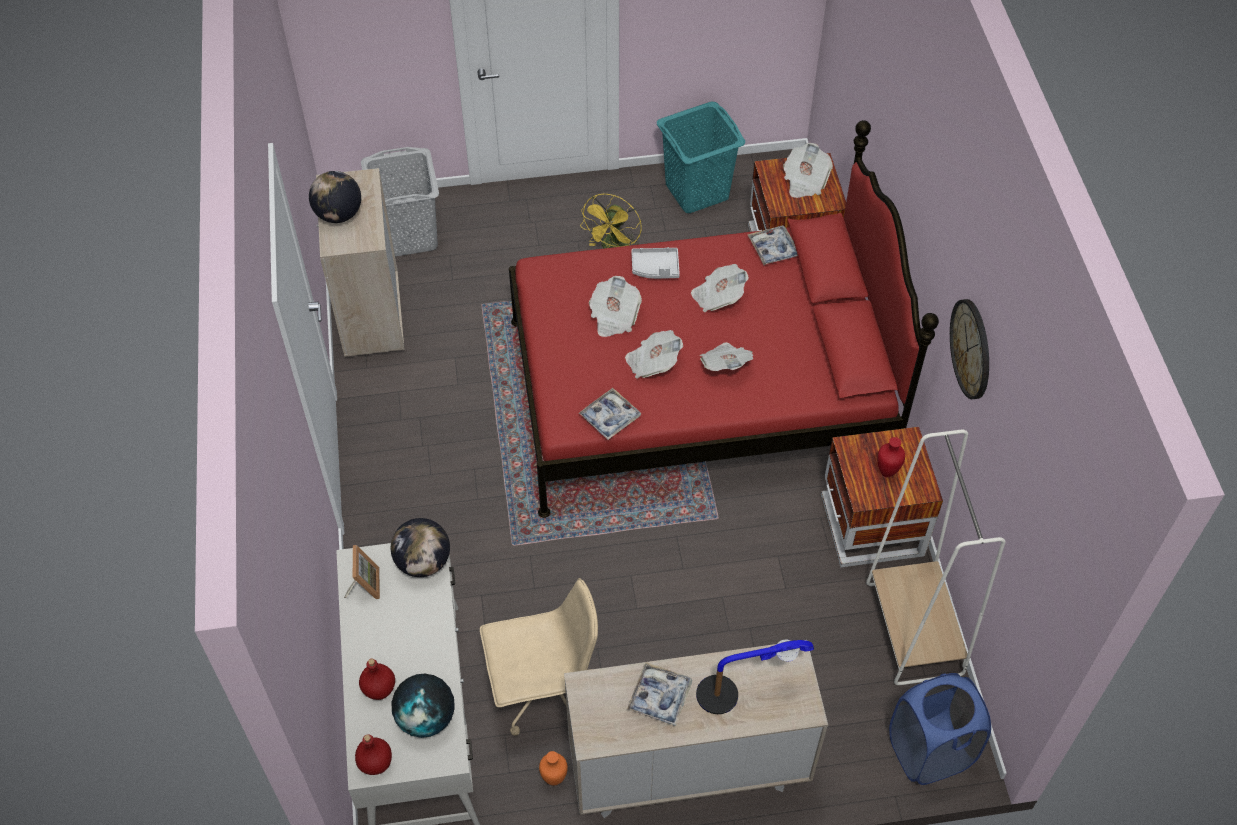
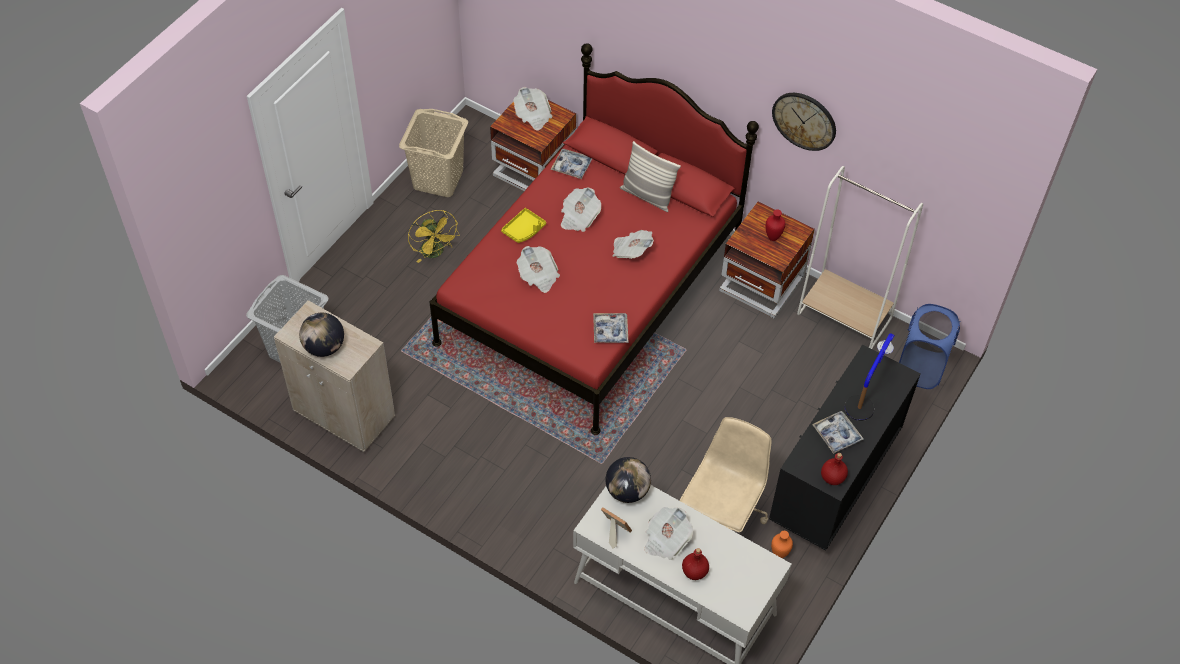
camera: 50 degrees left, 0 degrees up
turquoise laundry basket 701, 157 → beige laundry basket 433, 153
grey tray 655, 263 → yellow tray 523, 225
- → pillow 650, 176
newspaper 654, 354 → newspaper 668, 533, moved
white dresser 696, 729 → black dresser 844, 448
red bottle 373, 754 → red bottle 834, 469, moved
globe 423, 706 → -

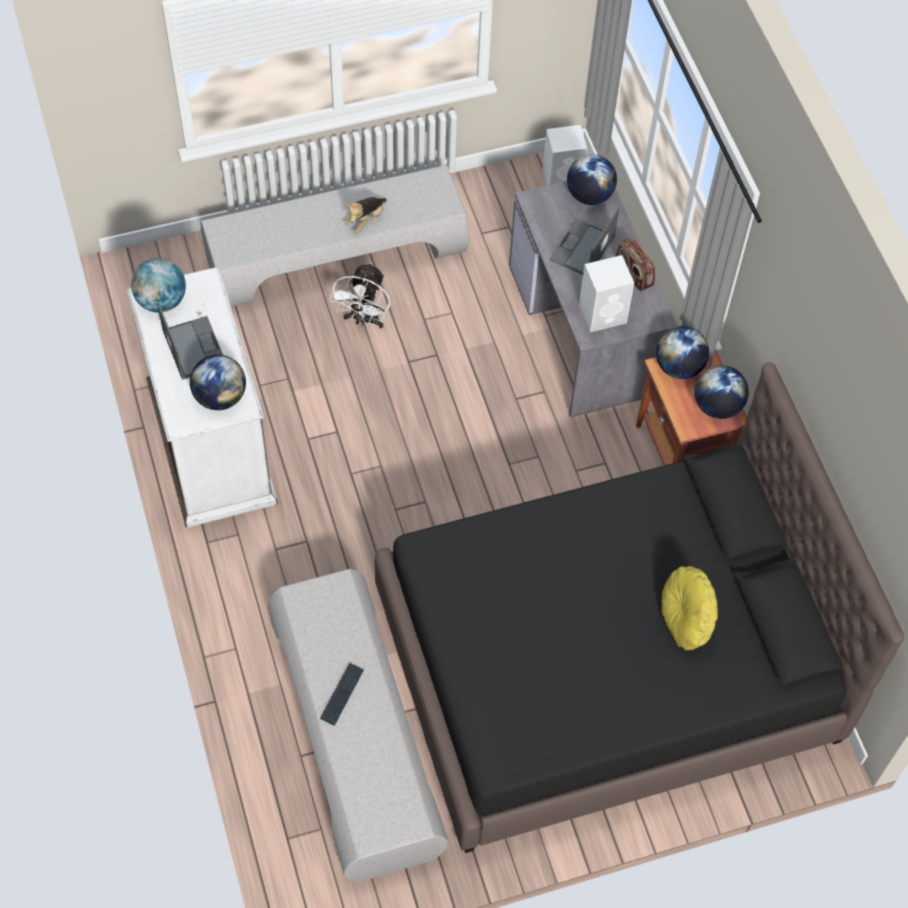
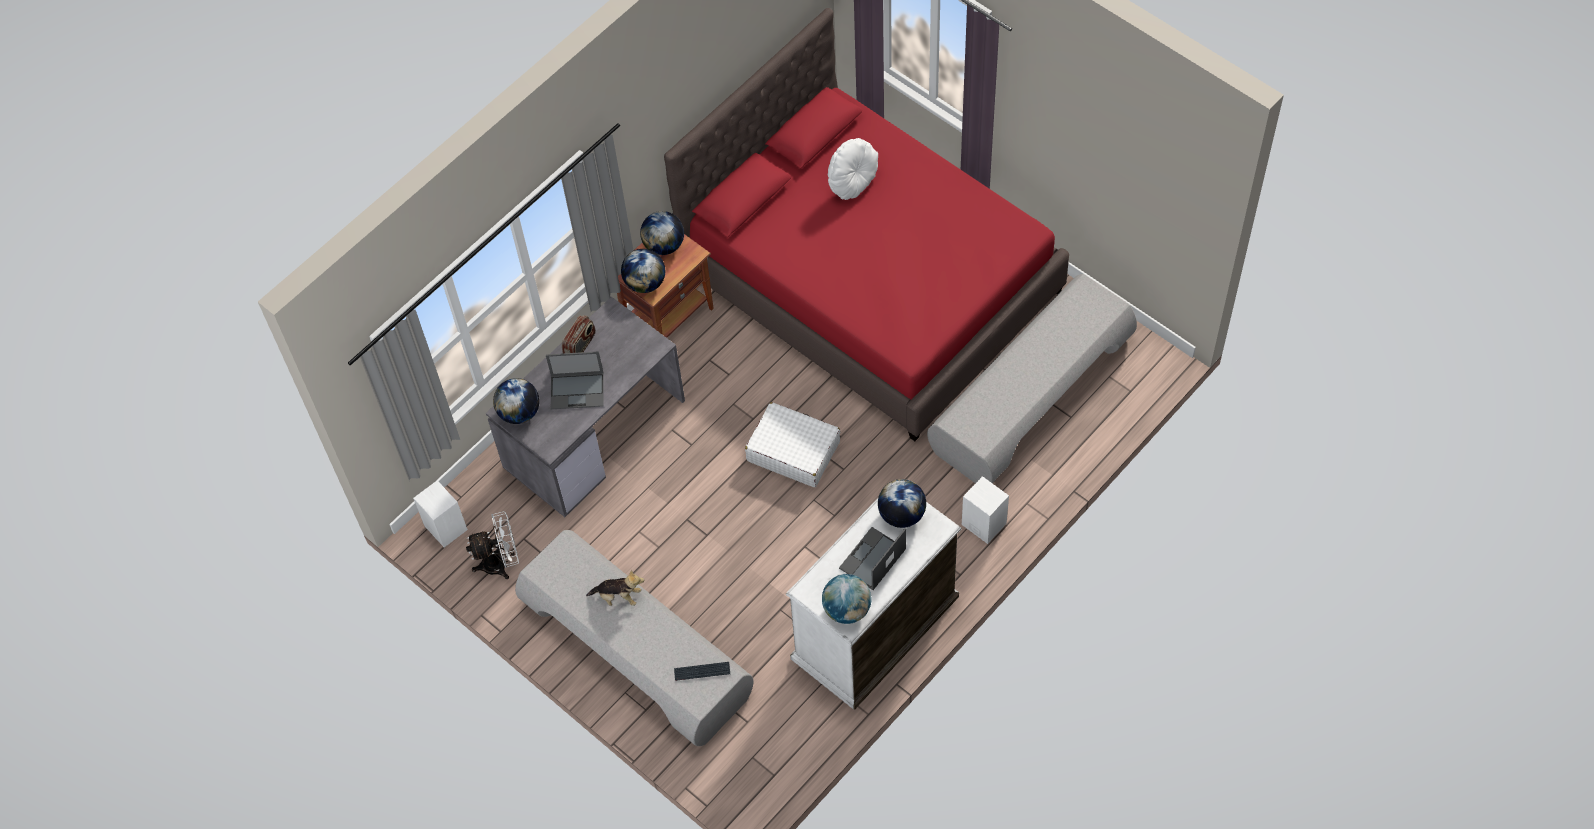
camera: 115 degrees left, 0 degrees up
white fan 360, 295 → white fan 492, 545, moved
black bed 639, 607 → red bed 866, 224
keyboard 342, 694 → keyboard 702, 671, moved
- → white suitcase 792, 444
yellow pillow 689, 608 → white pillow 853, 169
white speaker 606, 293 → white speaker 985, 510, moved

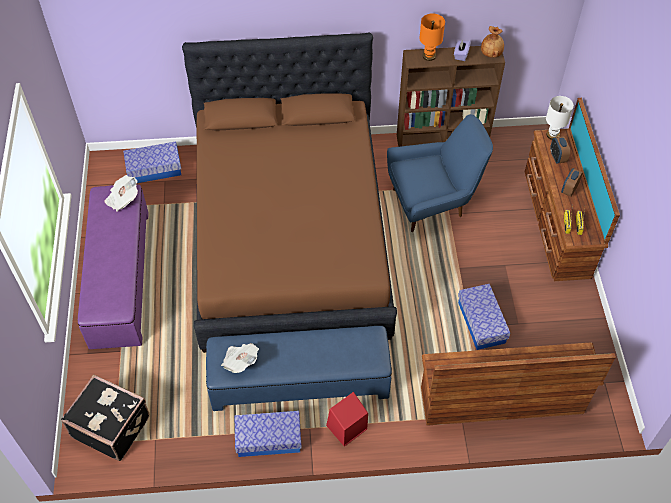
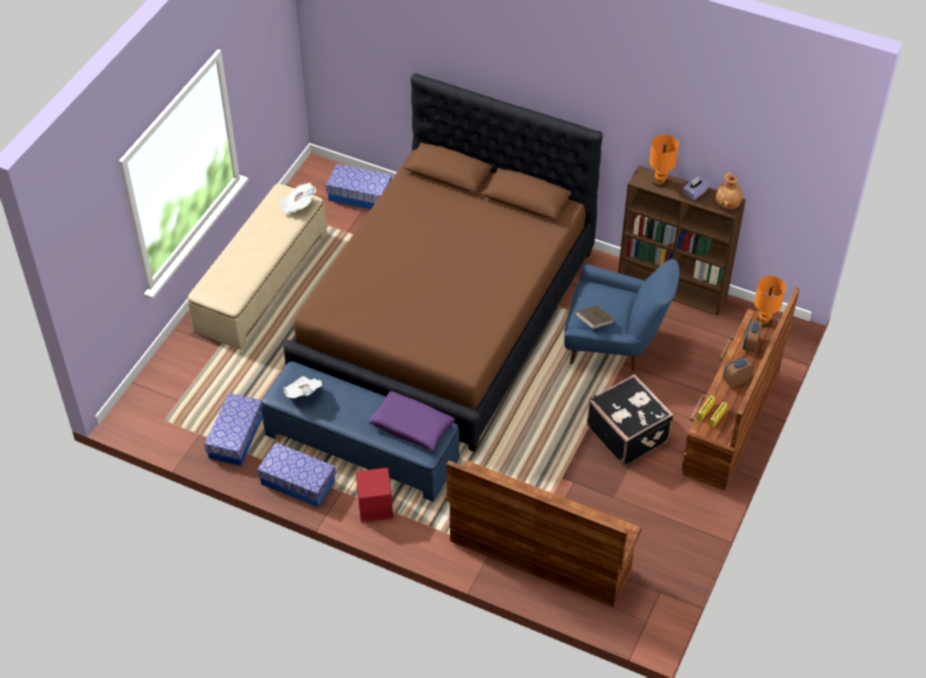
camera: 30 degrees right, 5 degrees down
purple bench 113, 266 → beige bench 257, 267
storage box 484, 317 → storage box 233, 429, moved
- → purple pillow 411, 421
- → brown book 594, 317
black suitcase 105, 417 → black suitcase 630, 420, moved
white table lamp 560, 118 → orange table lamp 770, 301

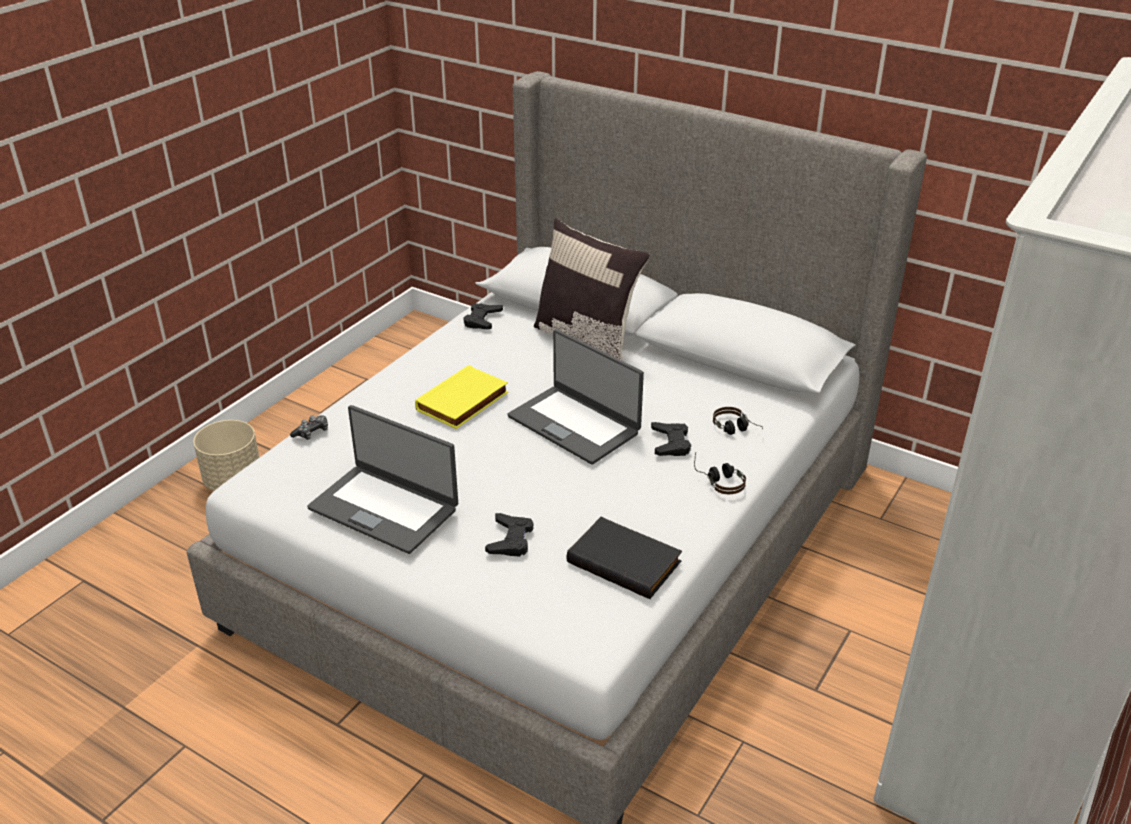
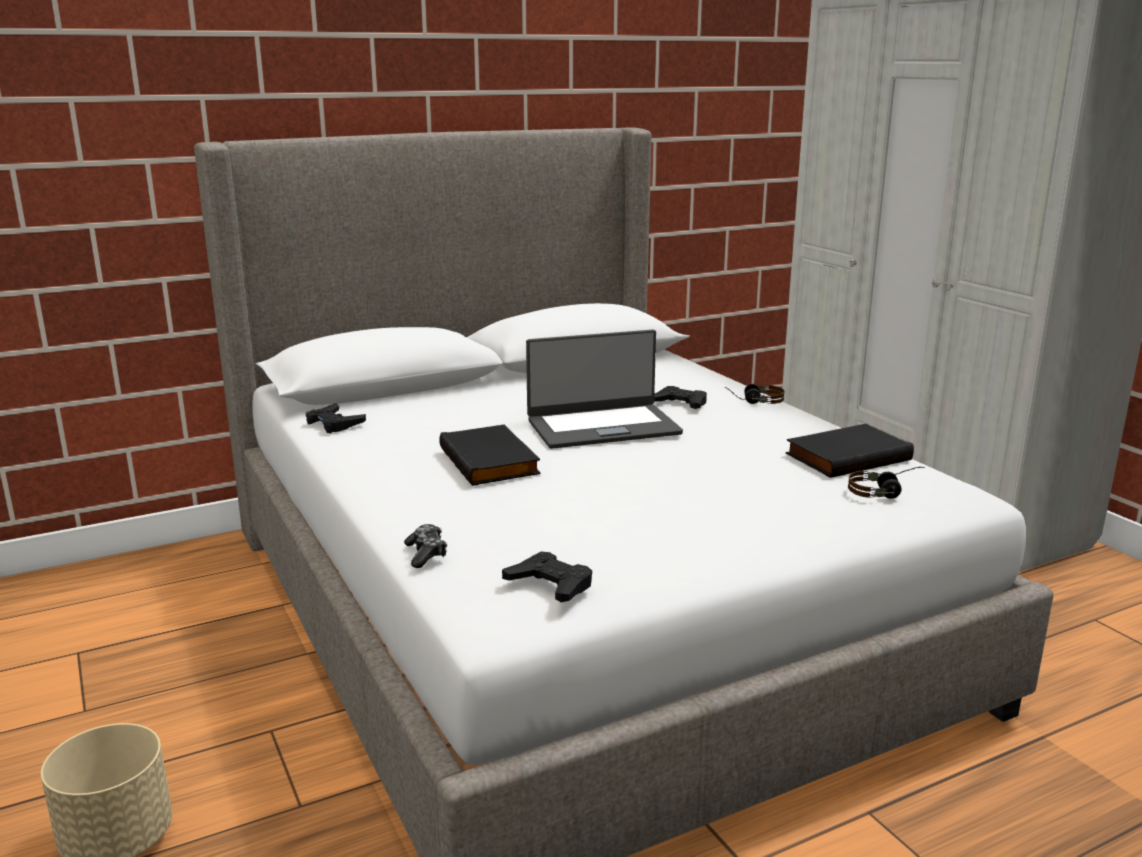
camera: 60 degrees left, 15 degrees down
yellow book 462, 397 → black book 490, 455
black game controller 509, 535 → black game controller 547, 577, moved
headphones 738, 421 → headphones 886, 483, moved
laptop 382, 479 → -
pillow 592, 289 → -

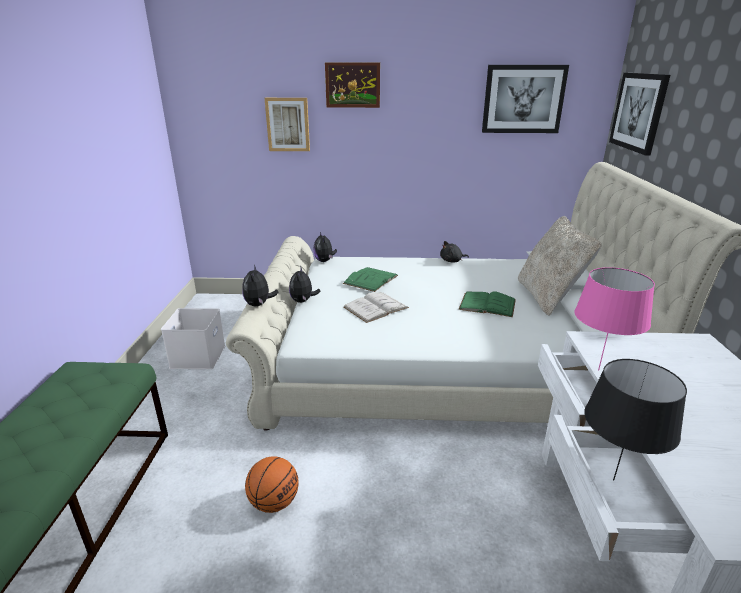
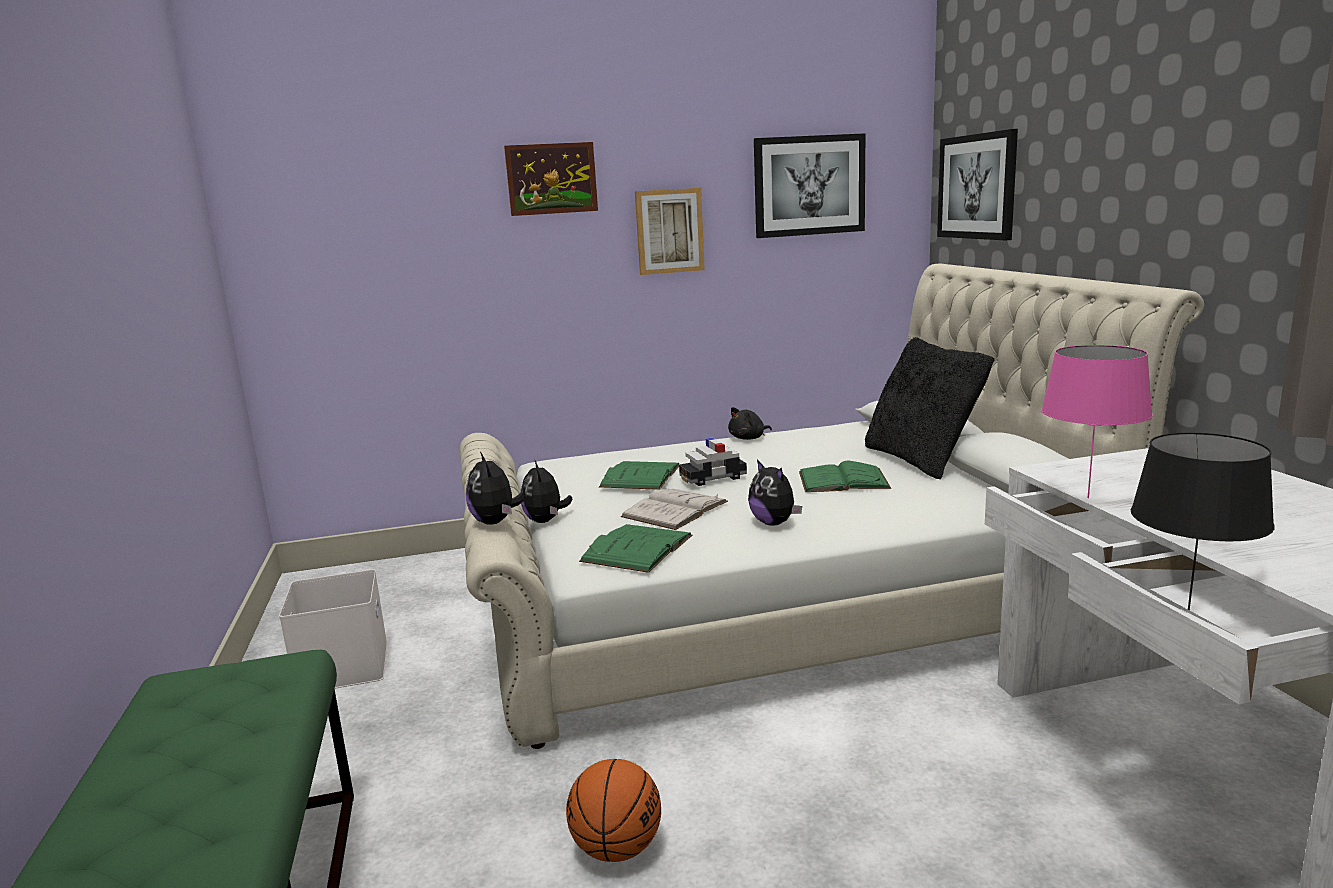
camera: 15 degrees left, 10 degrees down
- → green book 636, 548
picture 287, 124 → picture 670, 231, moved
- → toy car 713, 461
plush toy 325, 247 → plush toy 775, 493, moved
beige pillow 560, 266 → black pillow 930, 408

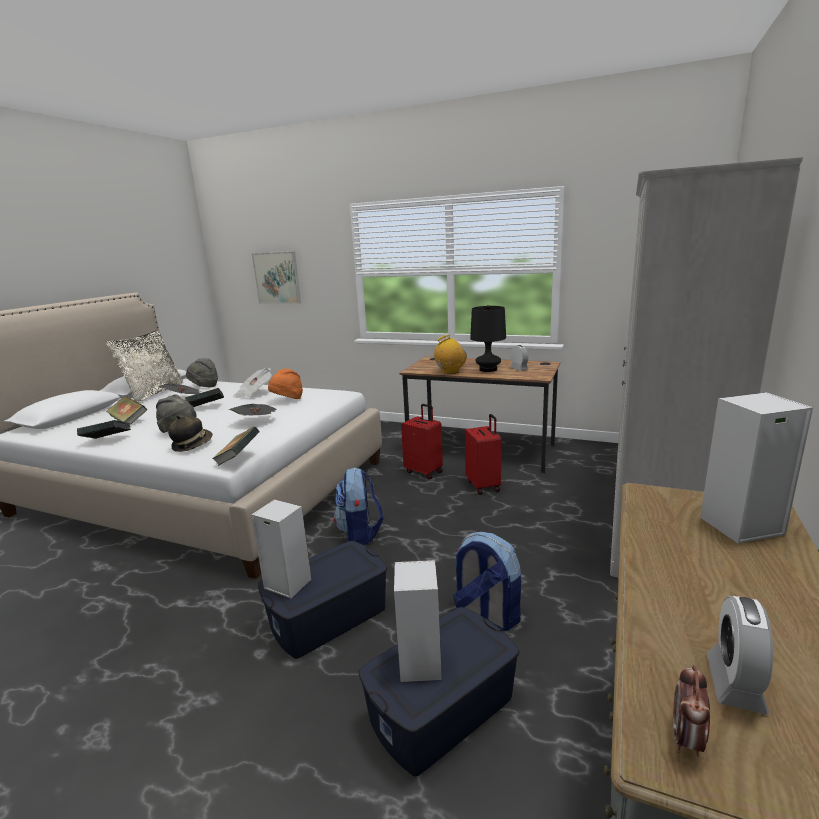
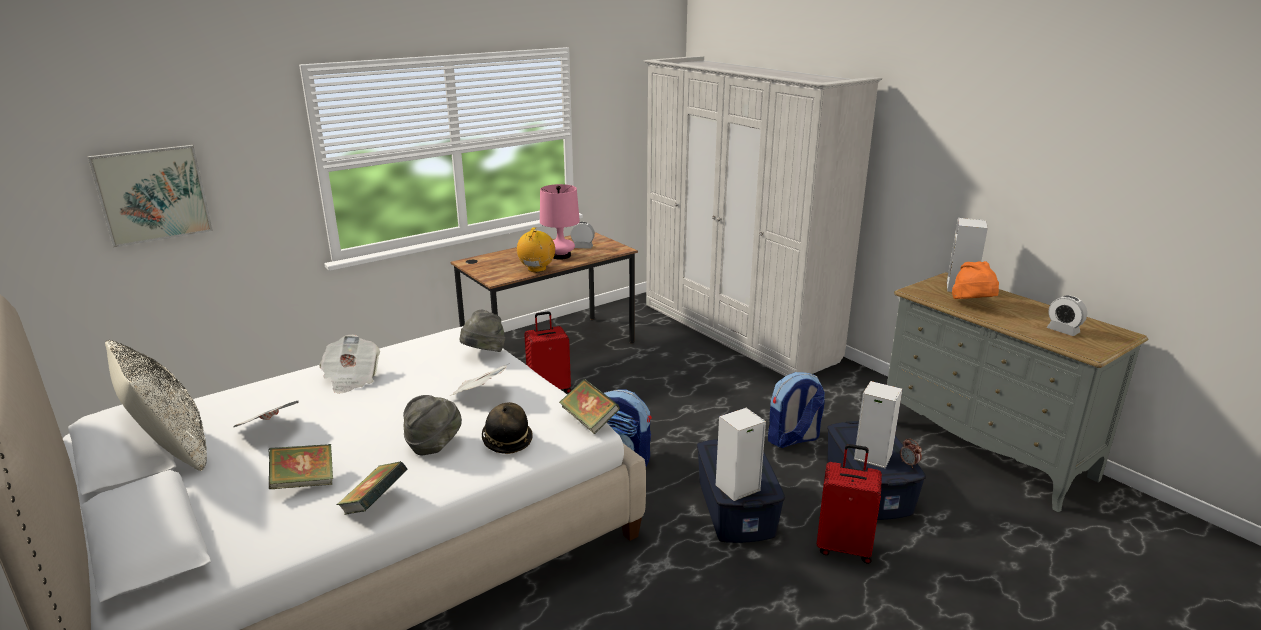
camera: 60 degrees left, 5 degrees up
grey hat 202, 372 → grey hat 482, 331, moved
black table lamp 488, 338 → pink table lamp 560, 222
red suitcase 483, 454 → red suitcase 849, 504, moved
alarm clock 691, 710 → alarm clock 911, 453, moved
orange hat 285, 384 → orange hat 975, 280, moved
book 204, 397 → -

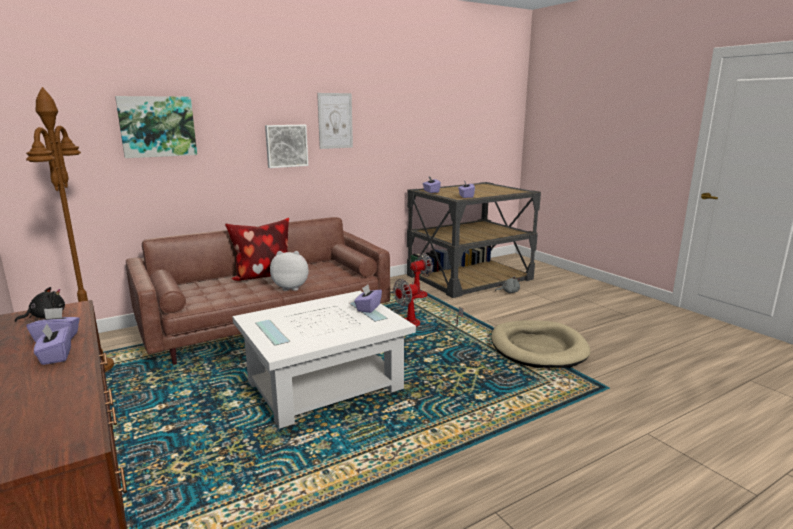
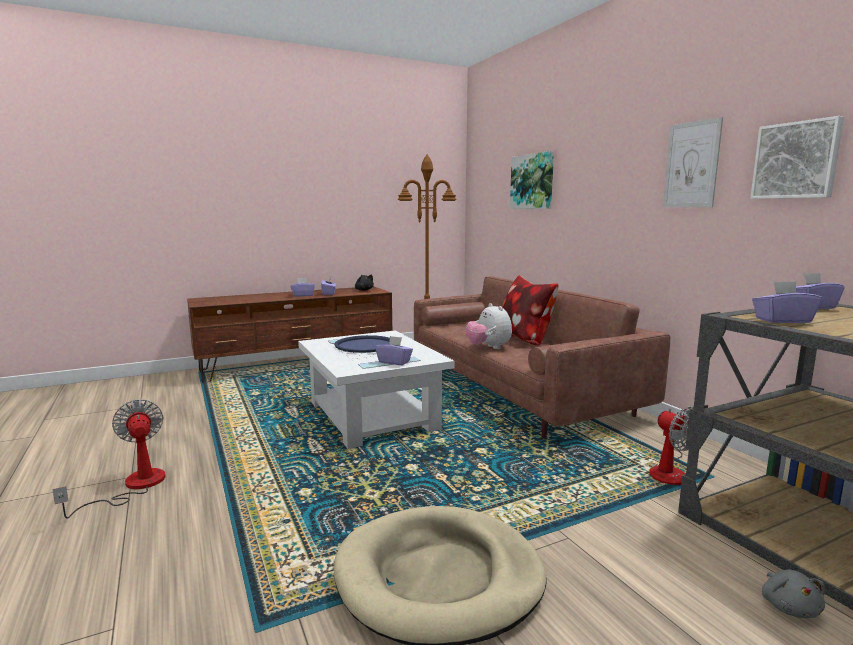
camera: 95 degrees right, 5 degrees down
fan 428, 304 → fan 109, 458, moved
- → blue tray 362, 344
plush toy 289, 271 → plush toy 489, 326, 150 degrees clockwise
picture 286, 146 → picture 797, 157, moved

